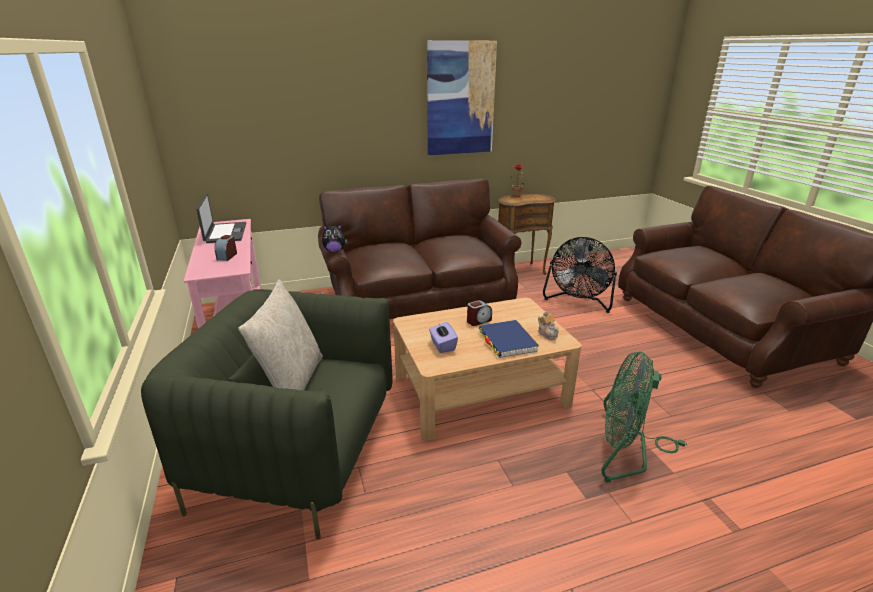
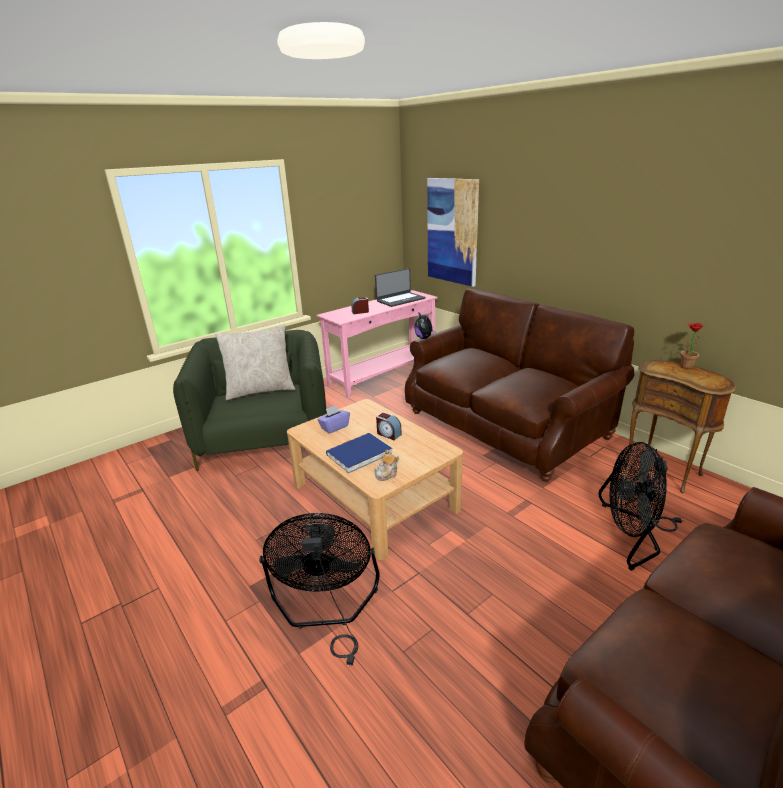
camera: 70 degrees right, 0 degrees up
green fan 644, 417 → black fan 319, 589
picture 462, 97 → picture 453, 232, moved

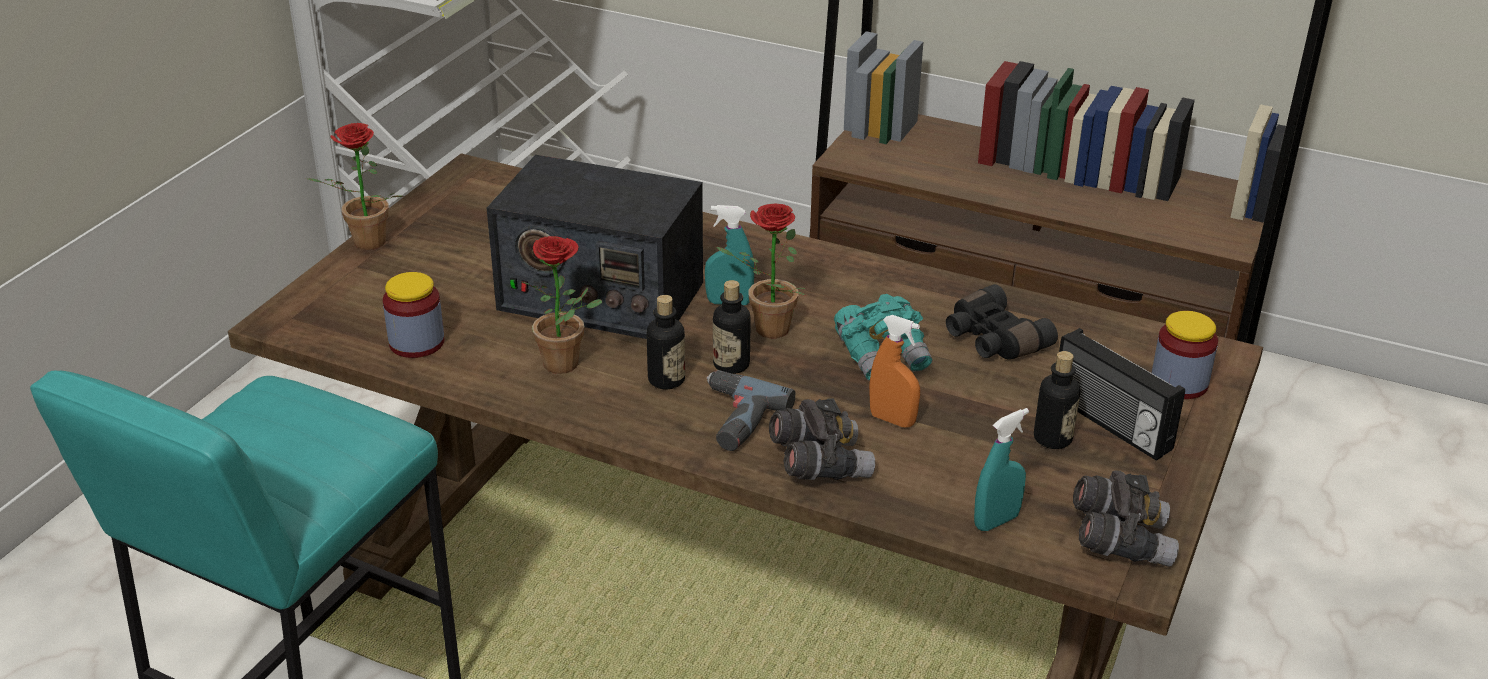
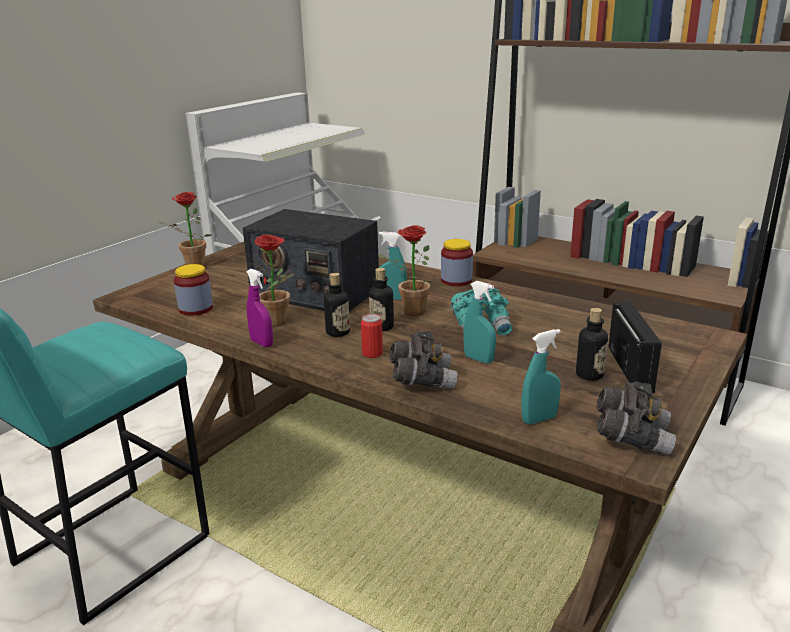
camera: 10 degrees right, 10 degrees down
- → purple spray bottle 260, 308
power drill 751, 410 → can 372, 336
jar 1185, 355 → jar 457, 262, moved
orange spray bottle 894, 371 → turquoise spray bottle 479, 322
radio 1122, 394 → radio 635, 347, 150 degrees counterclockwise
black binoculars 1002, 321 → -

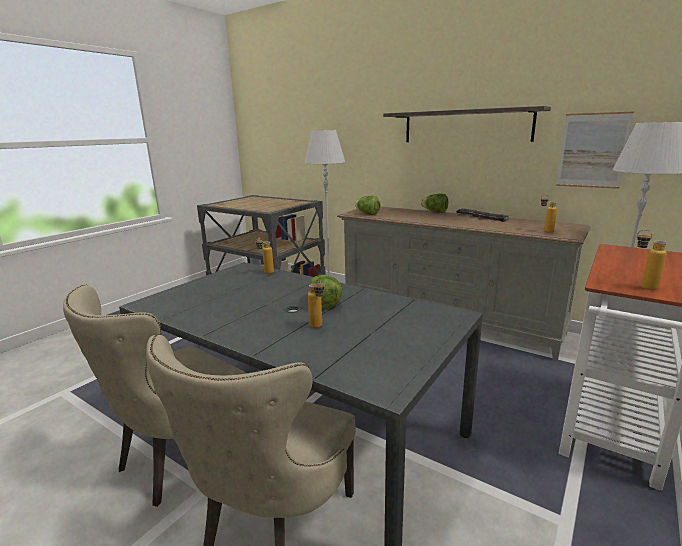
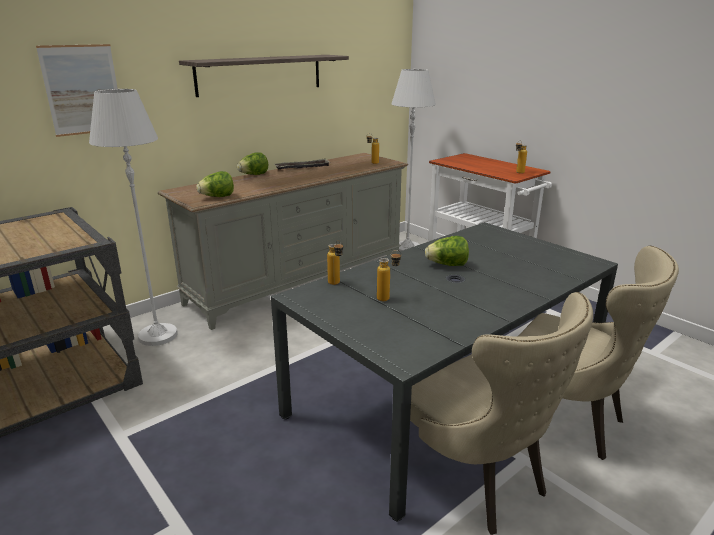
camera: 75 degrees left, 5 degrees up
picture 595, 150 → picture 77, 90, moved
bottle 316, 303 → bottle 389, 275, moved

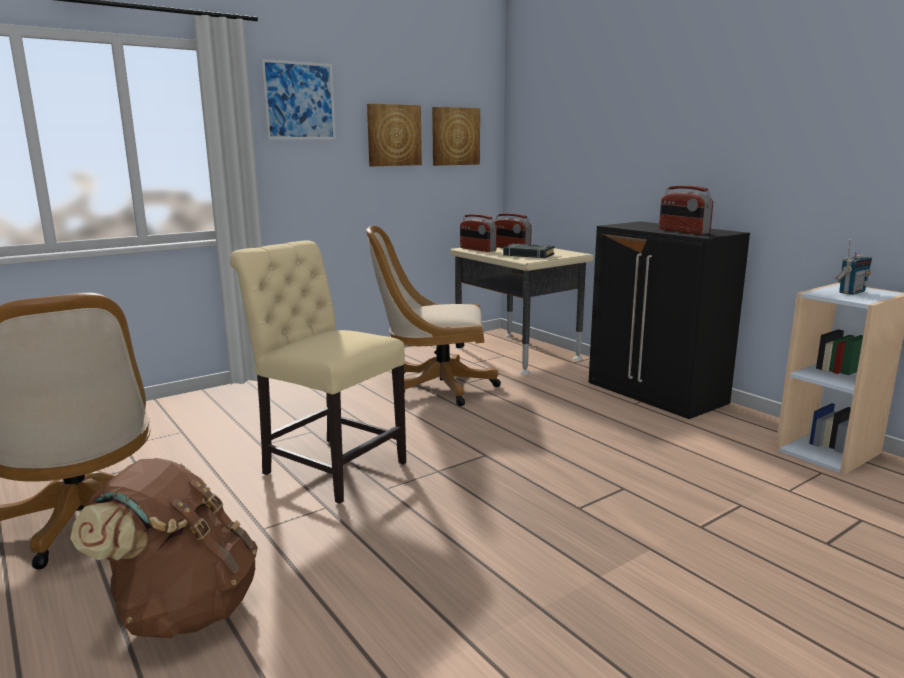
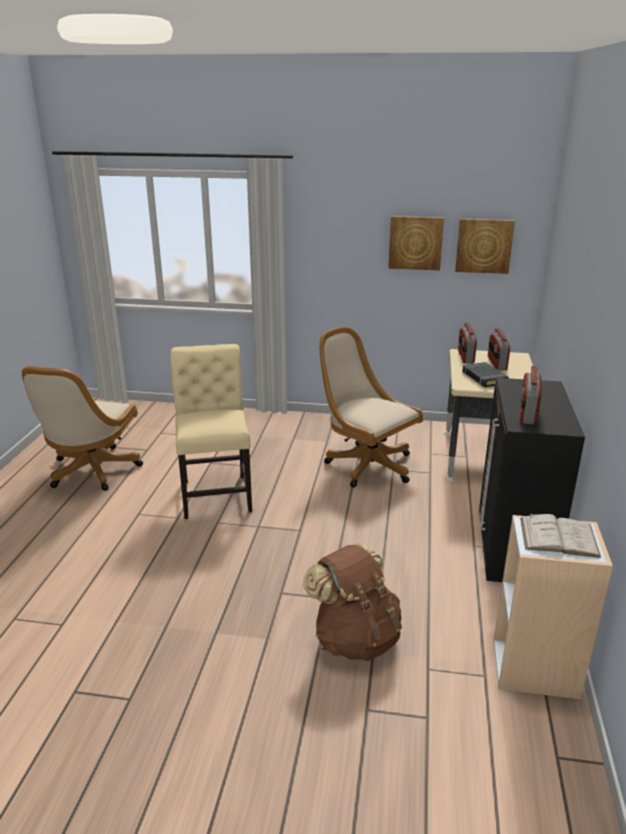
camera: 45 degrees right, 10 degrees up
brown backpack 164, 548 → brown backpack 353, 602, moved
radio 853, 267 → white book 560, 536
picture 298, 99 → -

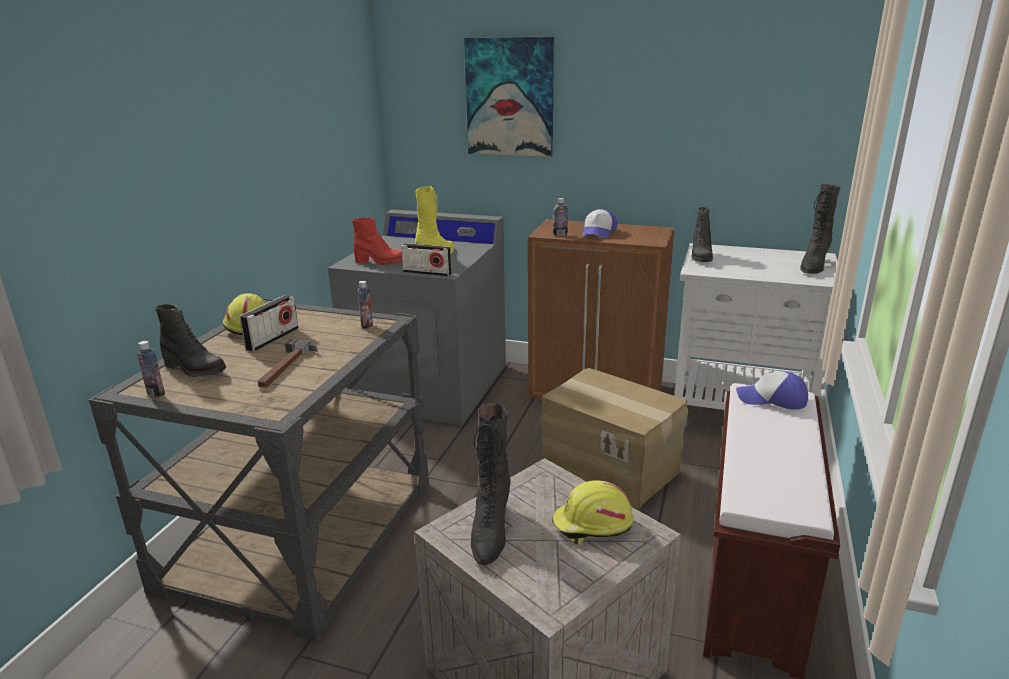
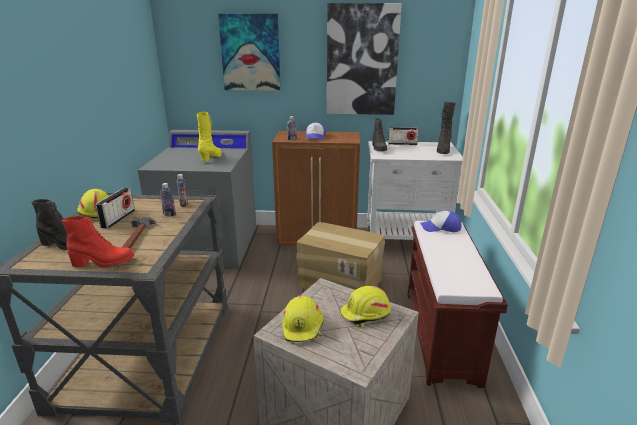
camera: 15 degrees left, 0 degrees up
red boot 377, 241 → red boot 98, 242, moved
bottle 151, 369 → bottle 168, 199, moved
black boot 491, 484 → yellow hard hat 303, 318
- → picture 364, 59
radio 426, 260 → radio 403, 136, moved

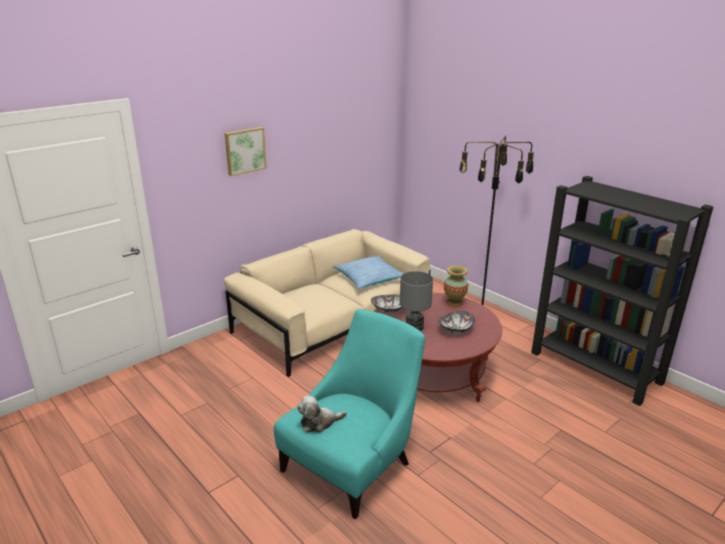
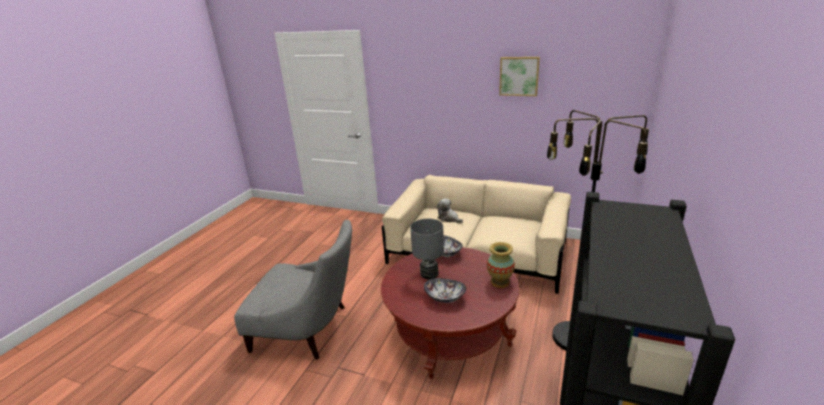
camera: 65 degrees right, 0 degrees up
turquoise armchair 349, 414 → grey armchair 293, 290
plush toy 322, 414 → plush toy 450, 210, moved
picture 246, 151 → picture 519, 76, moved
pillow 368, 272 → -

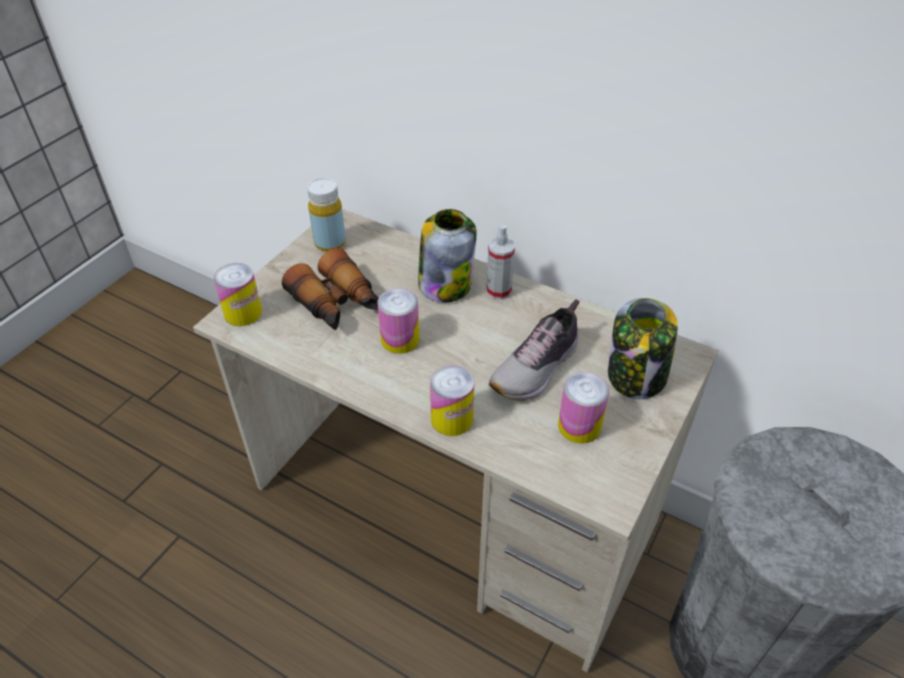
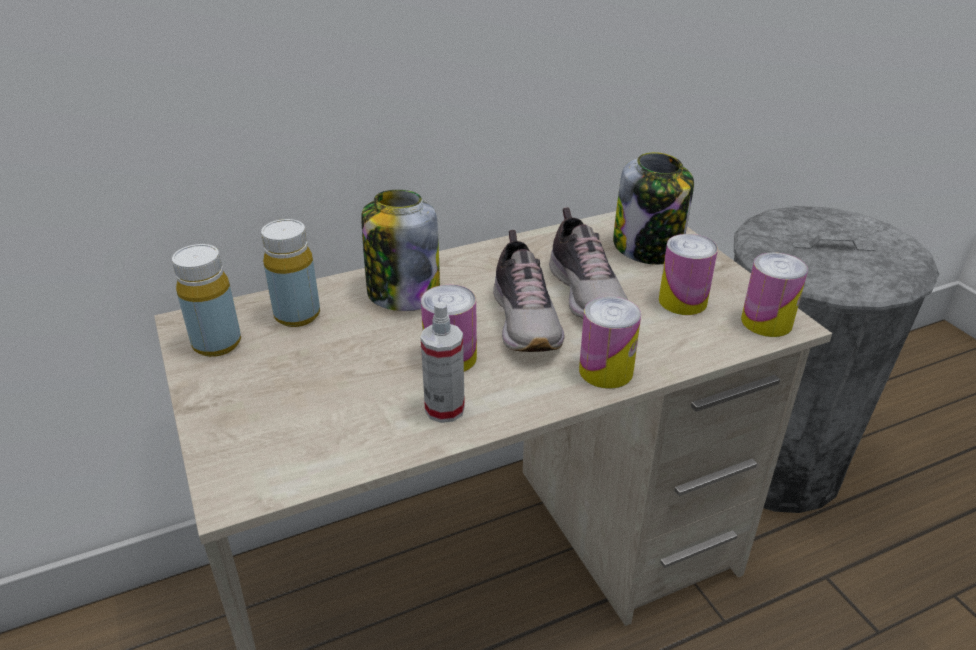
camera: 55 degrees left, 10 degrees down
- → yellow bottle 290, 273
spray bottle 500, 262 → spray bottle 443, 362, moved
- → shoe 528, 291
can 237, 294 → can 774, 295, moved
binoculars 330, 289 → -

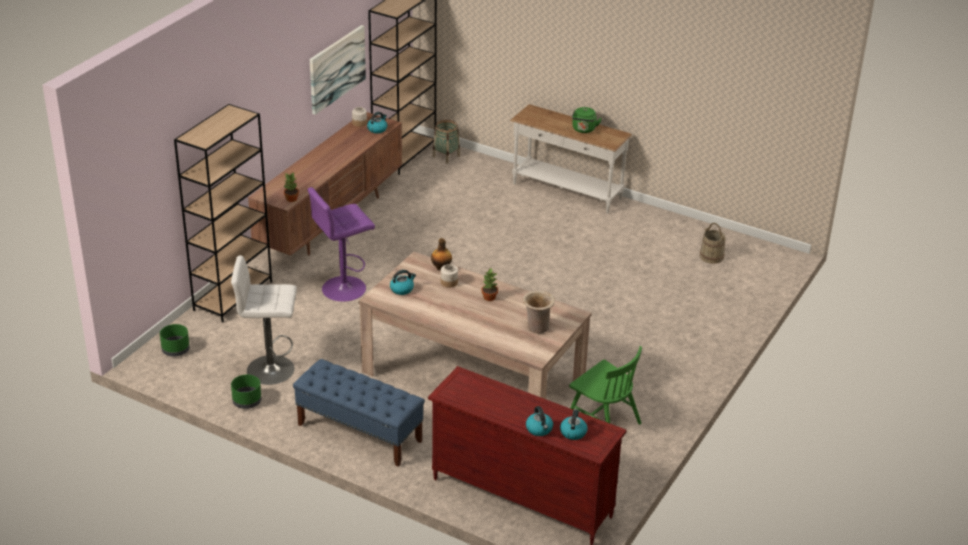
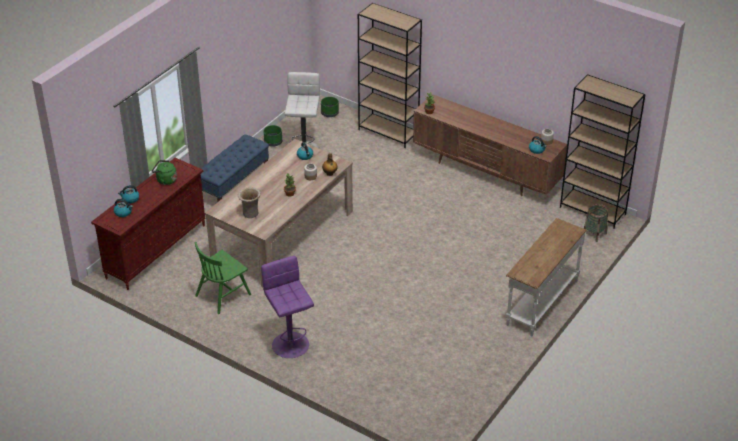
camera: 95 degrees right, 5 degrees up
green kettle 587, 120 → green kettle 164, 172, moved
purple stool 341, 244 → purple stool 287, 307, moved
picture 338, 70 → -
beige bucket 712, 243 → -

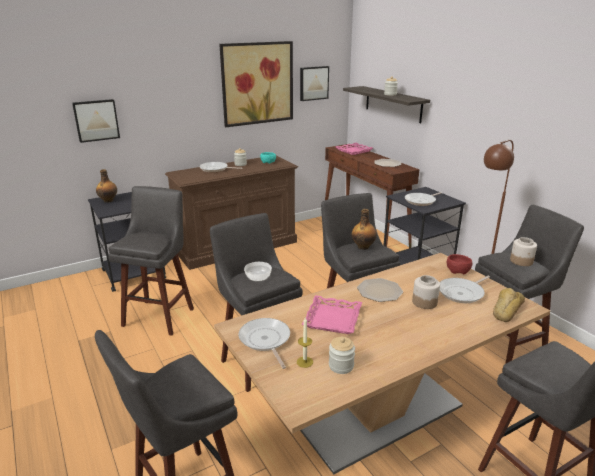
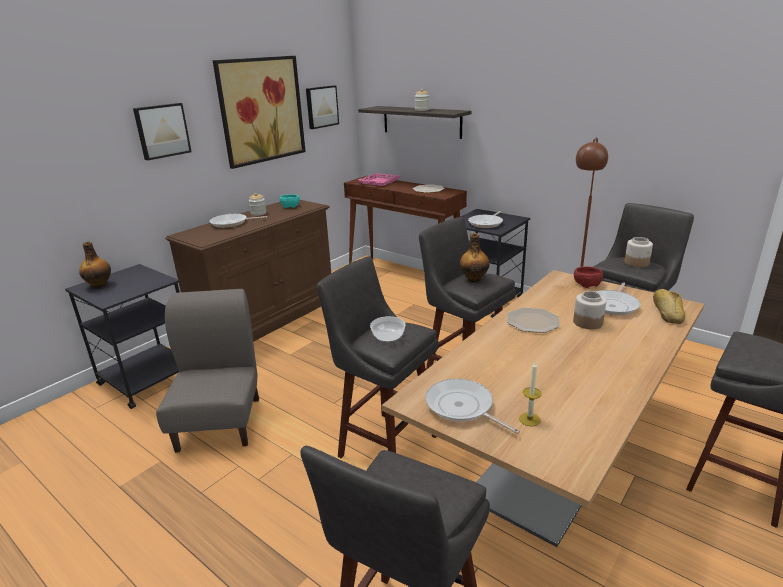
camera: 20 degrees left, 0 degrees up
picture 96, 121 → picture 162, 131, moved
grey stool 151, 261 → grey chair 207, 371
pink tray 332, 314 → -
jar 342, 355 → -

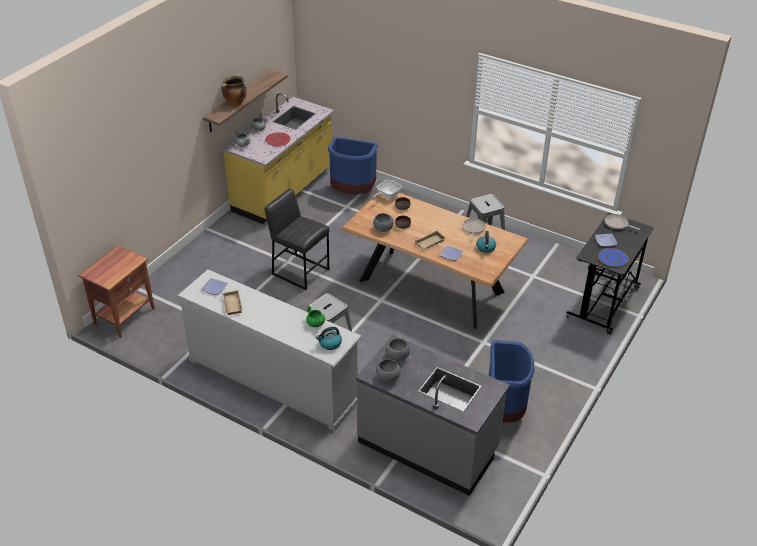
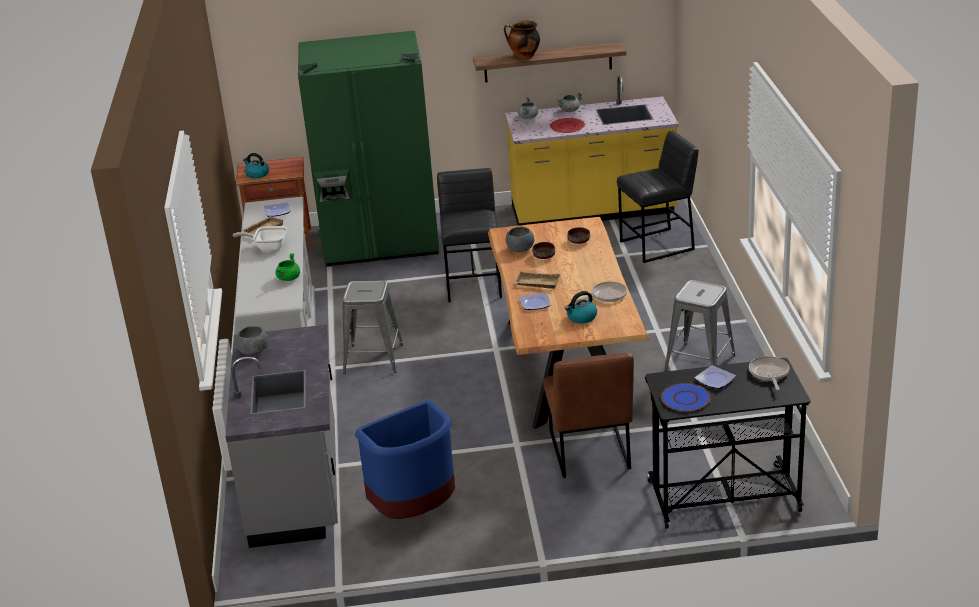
camera: 55 degrees right, 10 degrees down
frying pan 387, 189 → frying pan 260, 238, moved
kettle 329, 338 → kettle 256, 166, moved
- → green fridge 368, 149
- → brown chair 588, 415
blue trash can 353, 165 → grey stool 658, 197
grey bowl 398, 349 → -

